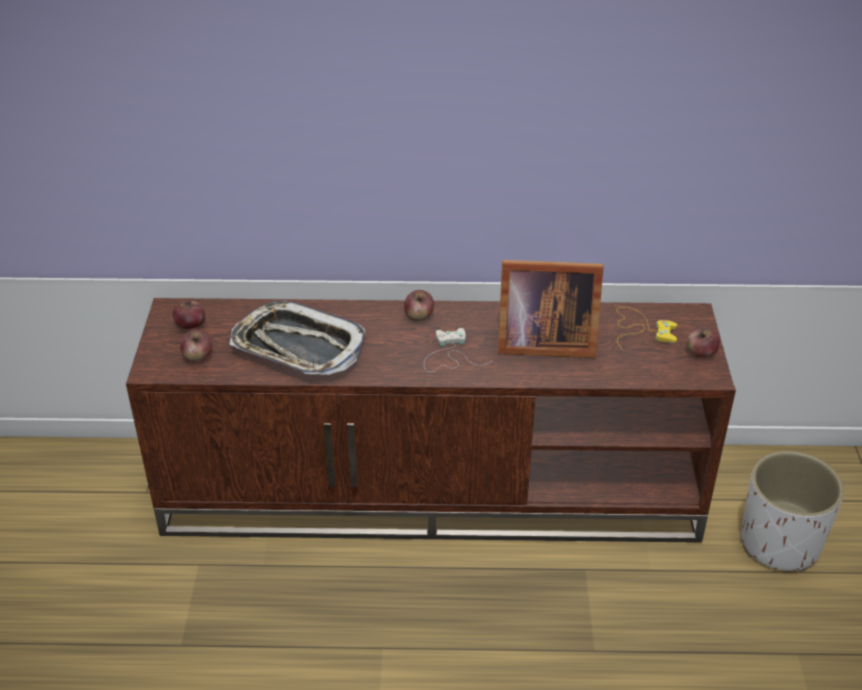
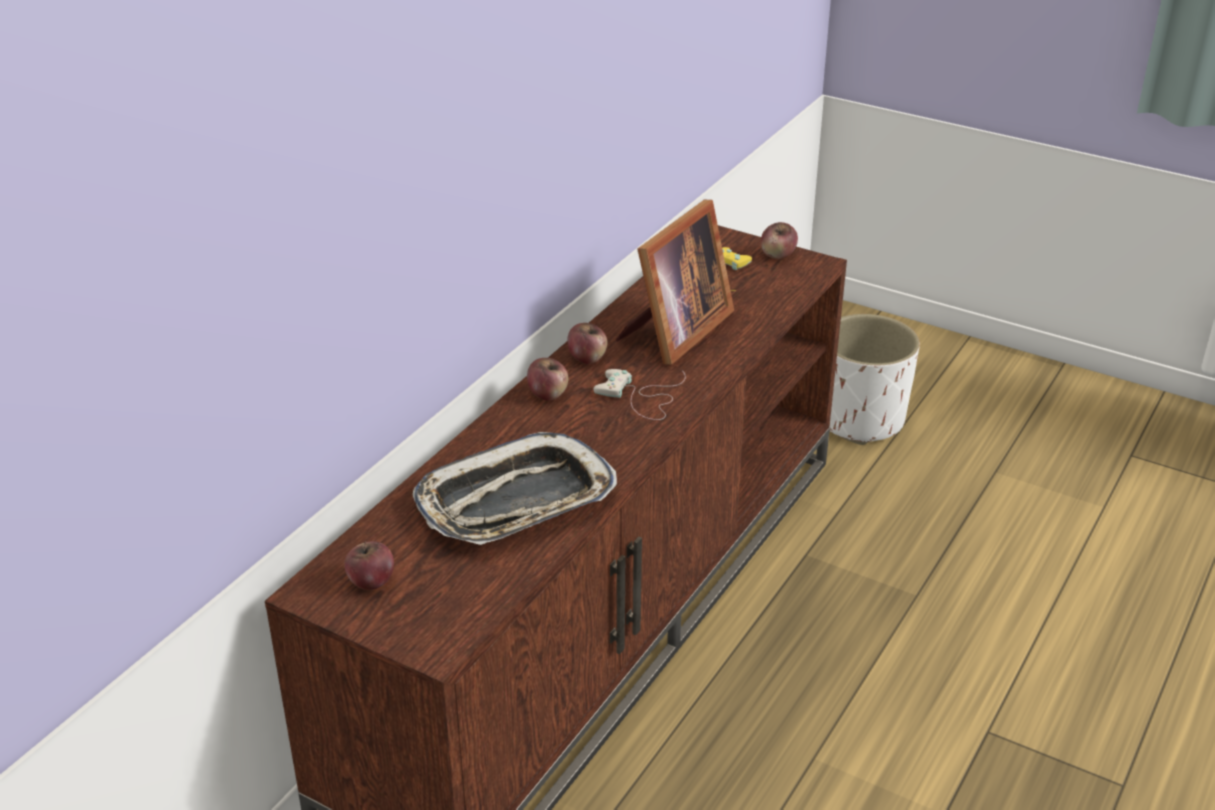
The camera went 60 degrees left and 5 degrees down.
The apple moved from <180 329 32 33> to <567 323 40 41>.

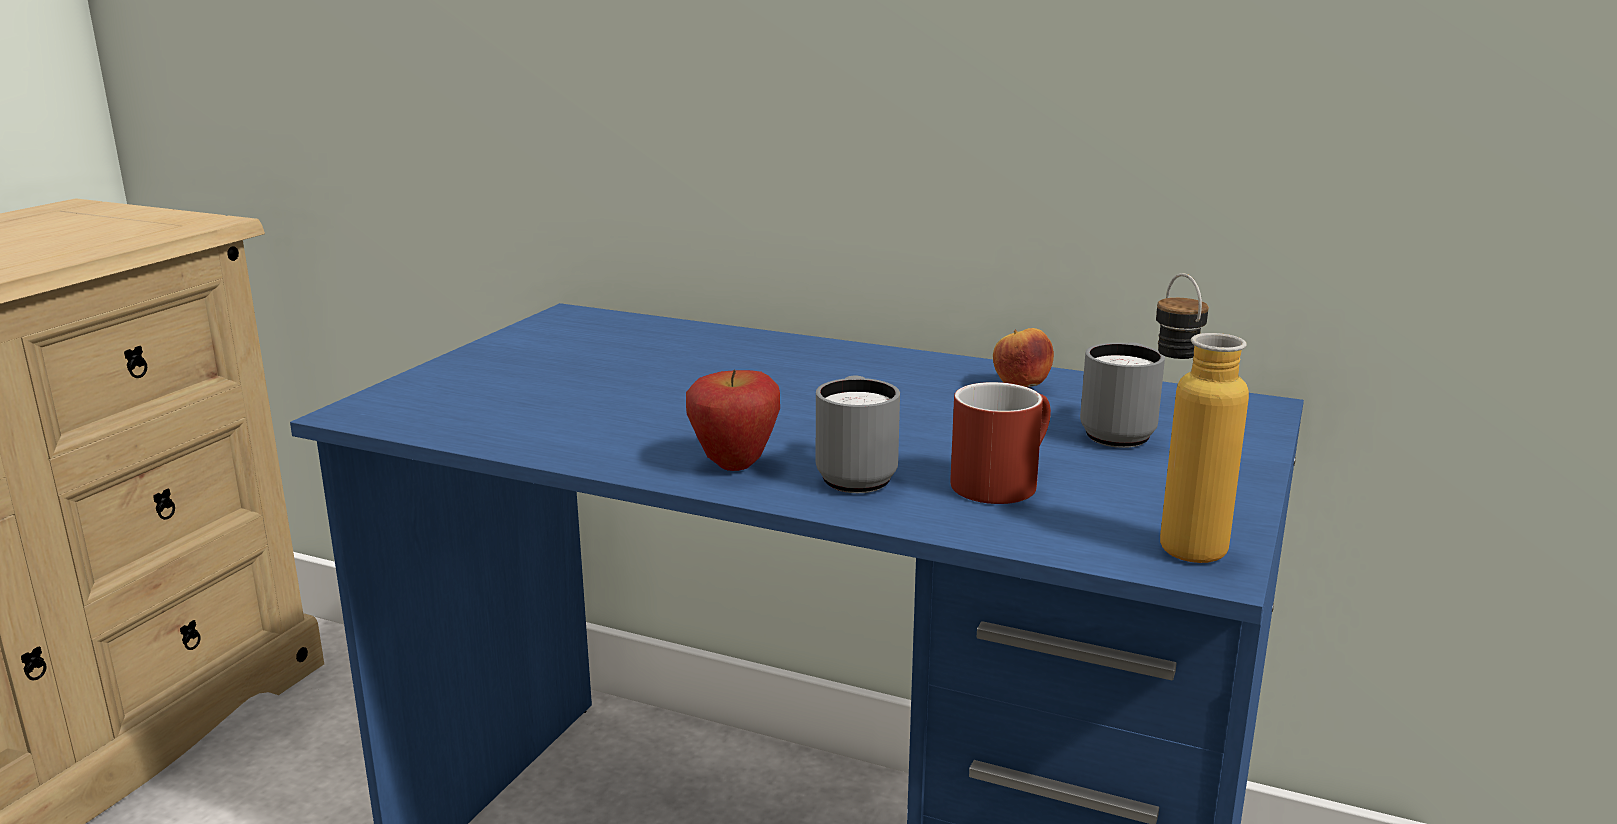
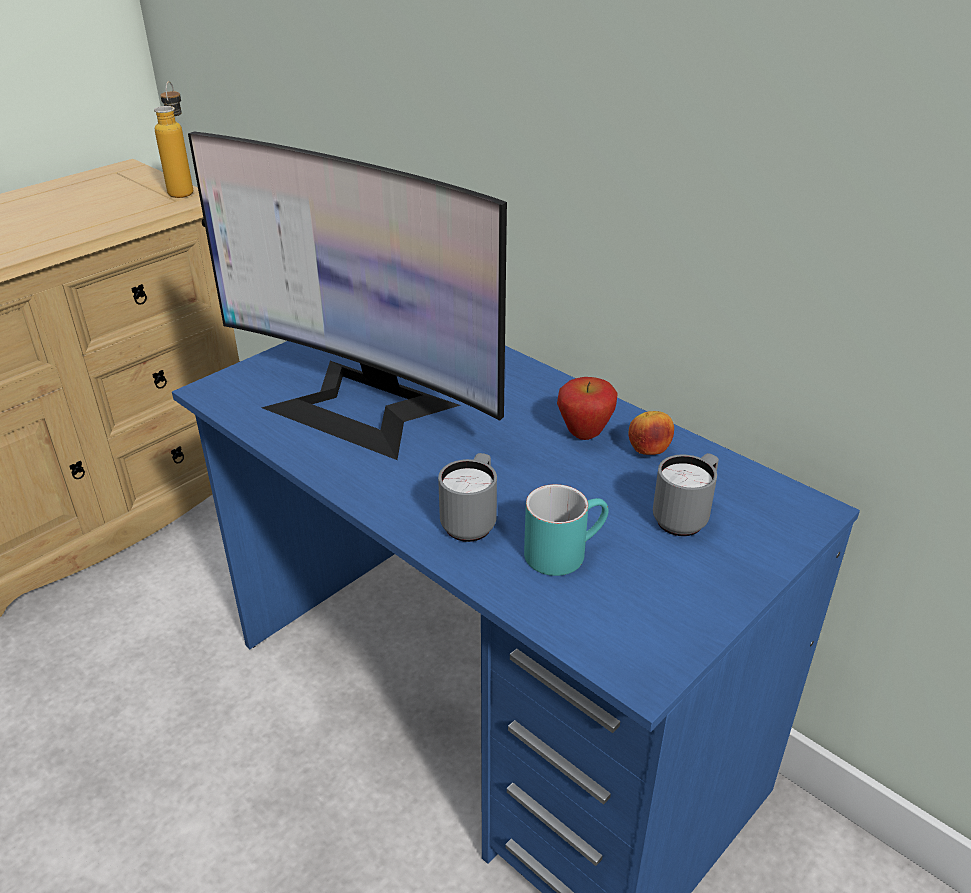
The camera went 20 degrees right and 15 degrees up.
The bottle moved from <1156 273 93 290> to <154 81 39 117>.
The monitor at <188 132 319 328> appeared.
The mug (red) at <950 382 101 122> became the mug (turquoise) at <524 484 85 92>.
The apple moved from <686 369 94 102> to <557 377 61 63>.

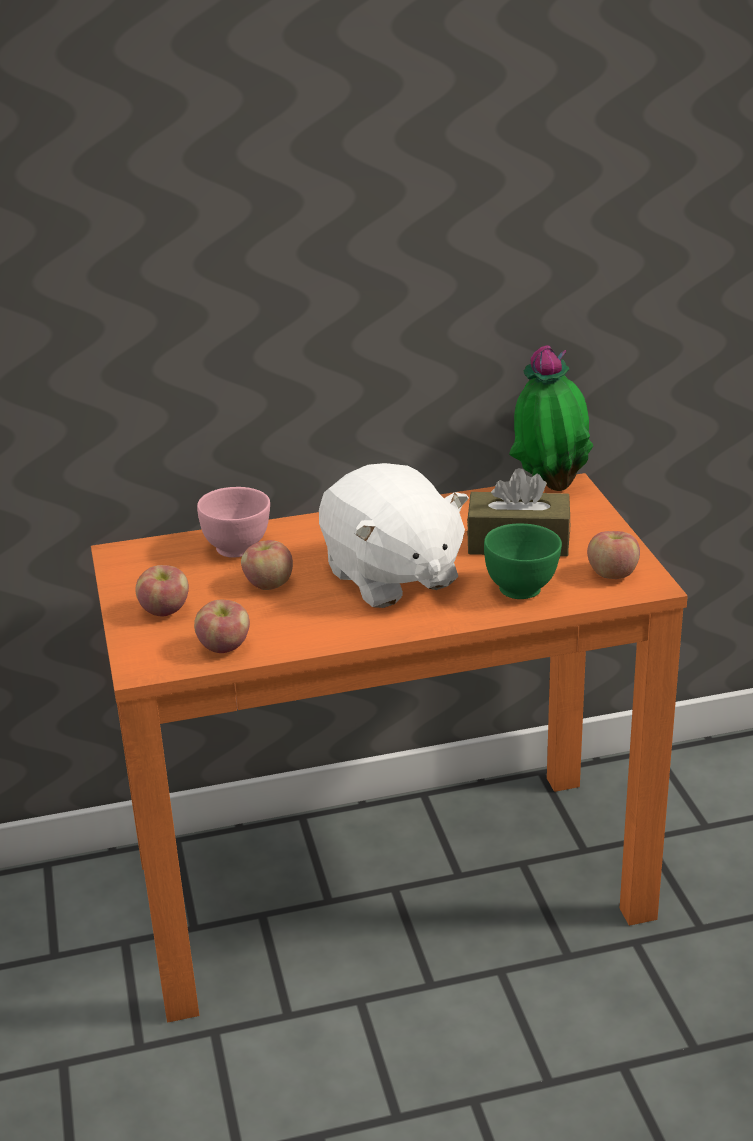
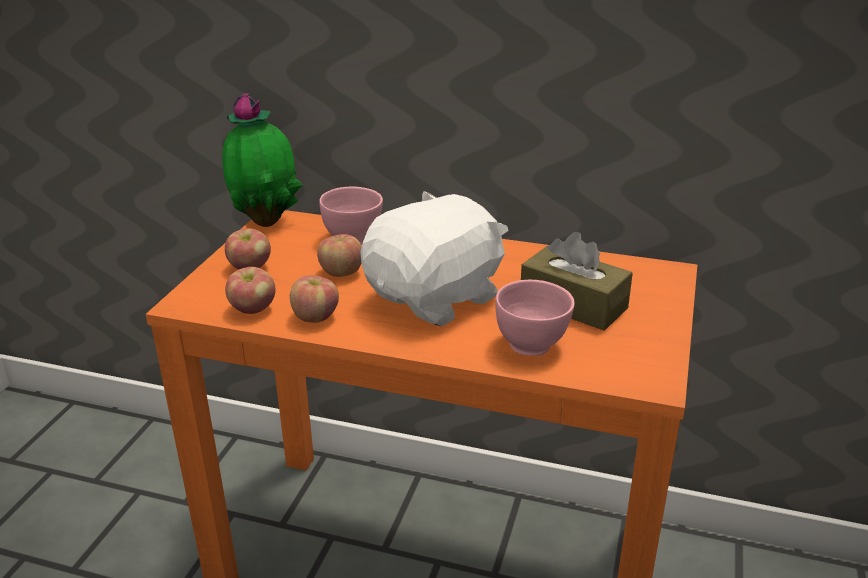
The camera went 30 degrees right and 0 degrees up.
The potted plant moved from <509 345 84 146> to <222 93 80 134>.
The apple moved from <587 531 53 48> to <290 275 49 48>.
The plush toy (white) at <319 463 150 145> turned 135 degrees counterclockwise.
The bowl (green) at <484 523 78 76> became the bowl (pink) at <495 280 80 76>.

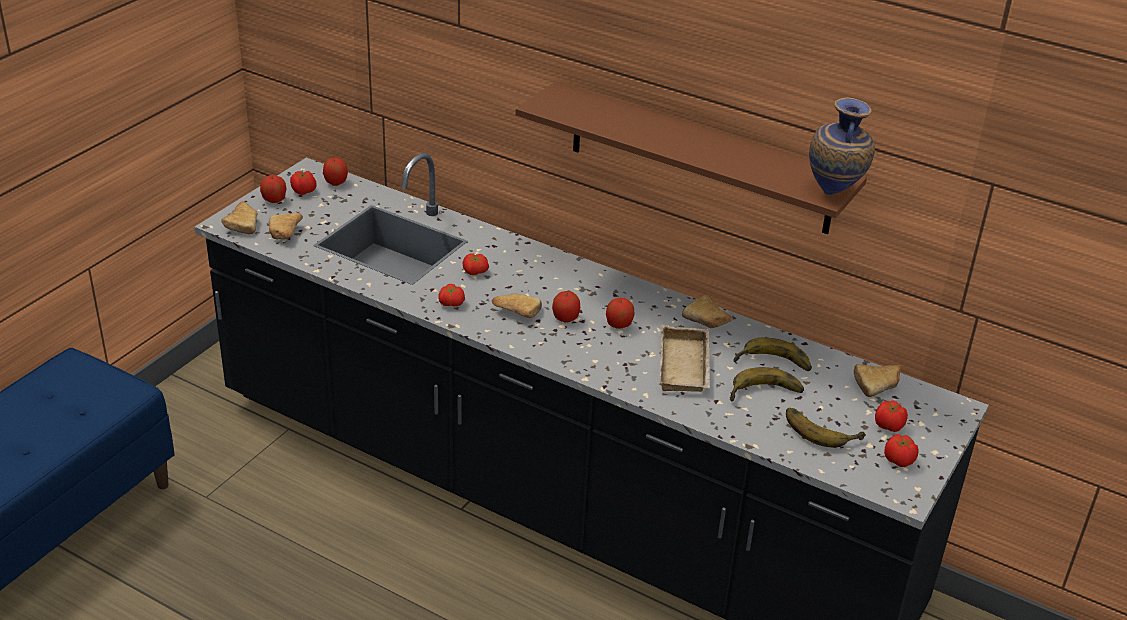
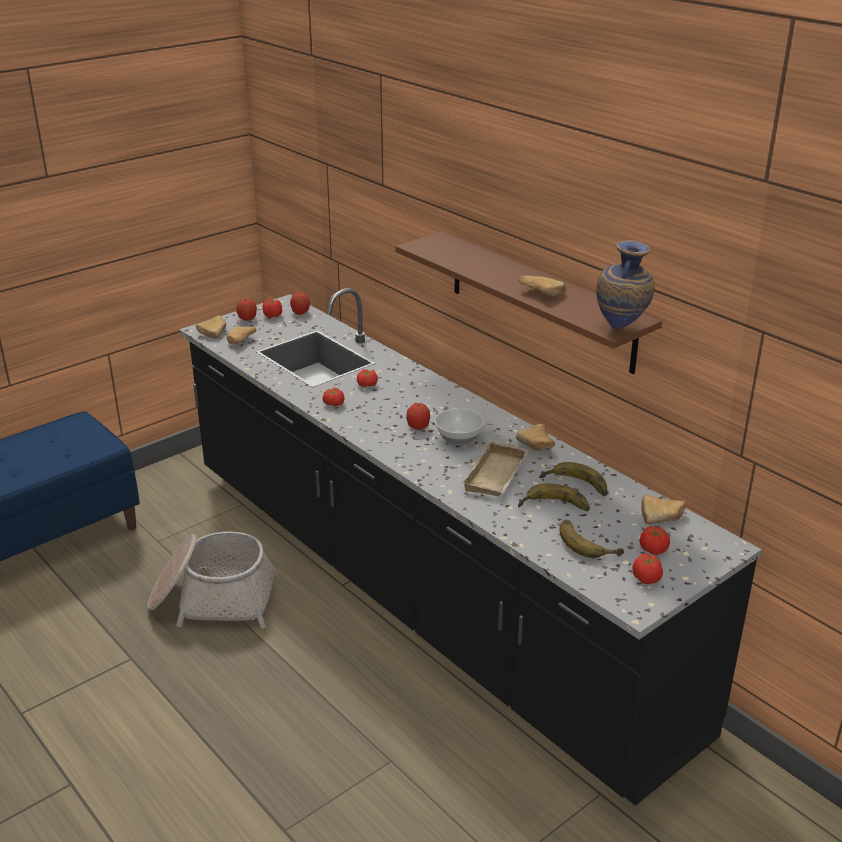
The camera went 20 degrees right and 5 degrees down.
The basket at <147 531 131 98> appeared.
The apple at <606 298 28 31> was replaced by the bowl at <435 408 49 37>.
The bread moved from <492 293 50 25> to <518 275 48 21>.

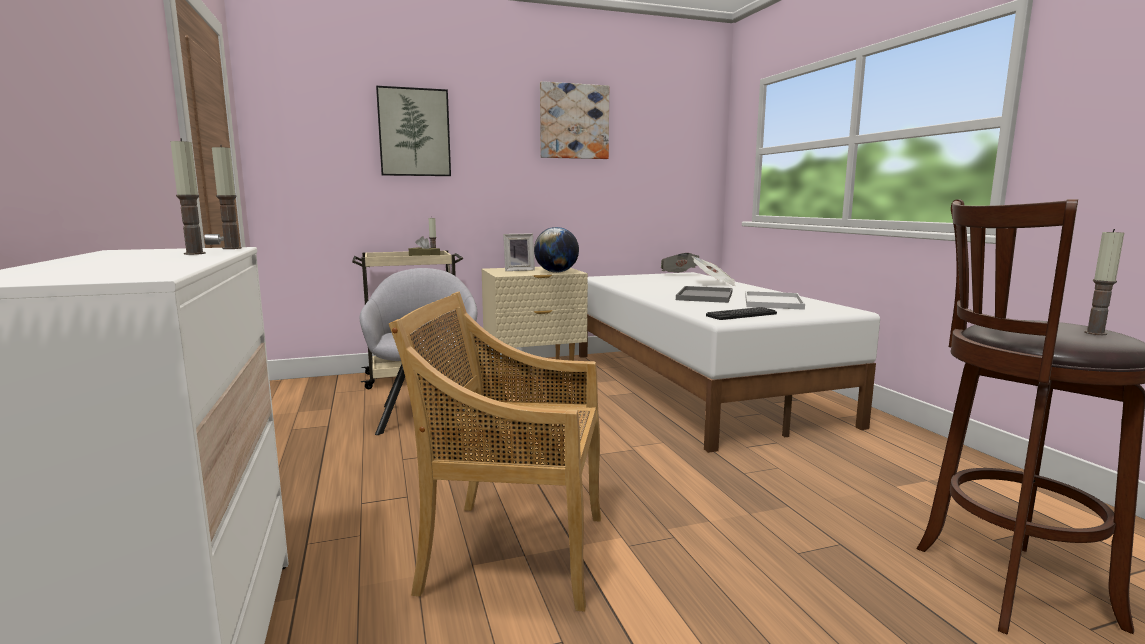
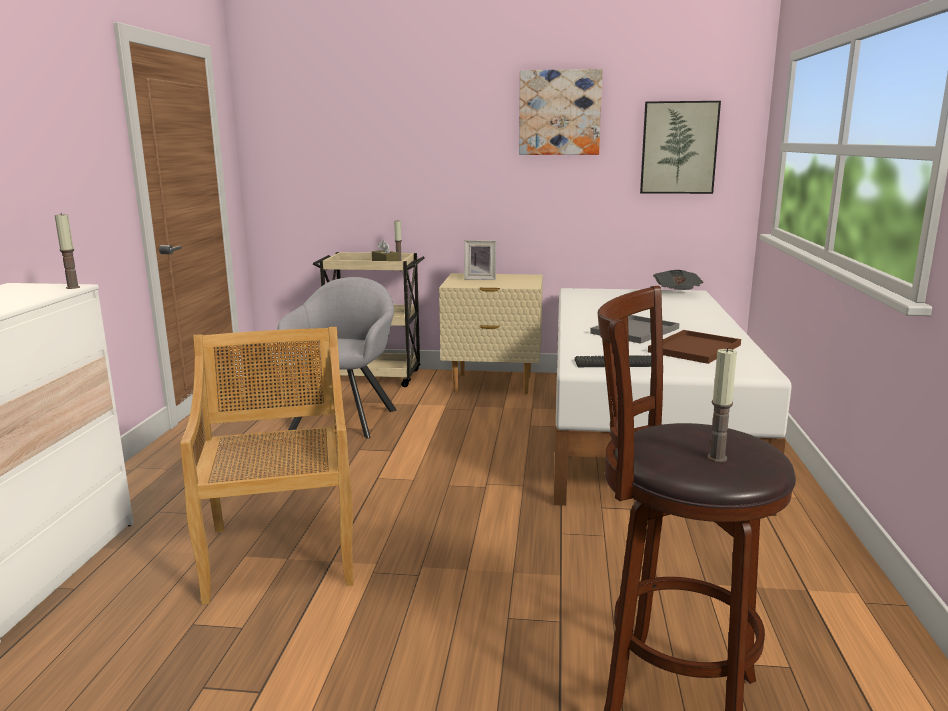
The camera went 25 degrees right and 5 degrees up.
The chair (beige) at <389 292 212 320> turned 45 degrees clockwise.
The picture moved from <376 86 75 90> to <640 101 81 93>.
The tray (white) at <745 291 60 19> became the tray (brown) at <648 330 93 34>.
The candle at <170 138 36 117> disappeared.
The globe at <534 227 45 46> disappeared.
The newspaper at <692 256 44 30> disappeared.

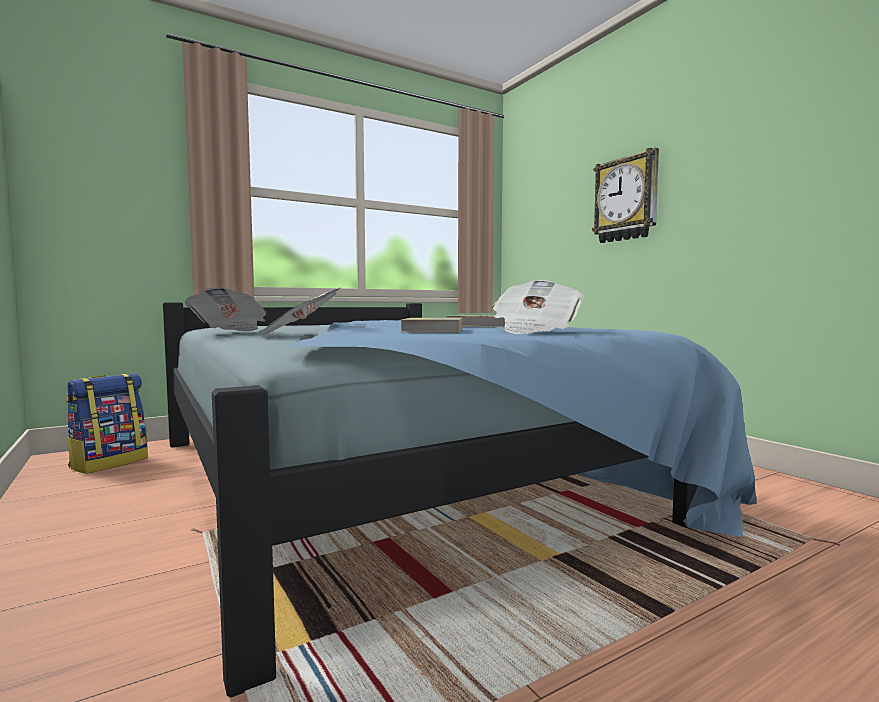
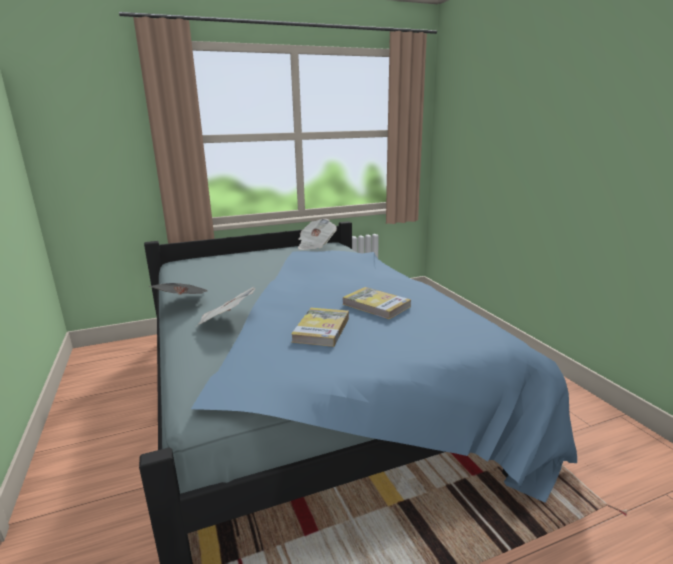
The camera went 10 degrees right and 15 degrees up.
The newspaper moved from <492 280 92 54> to <298 219 39 31>.
The backpack at <66 373 82 101> disappeared.
The wall clock at <592 148 67 95> disappeared.

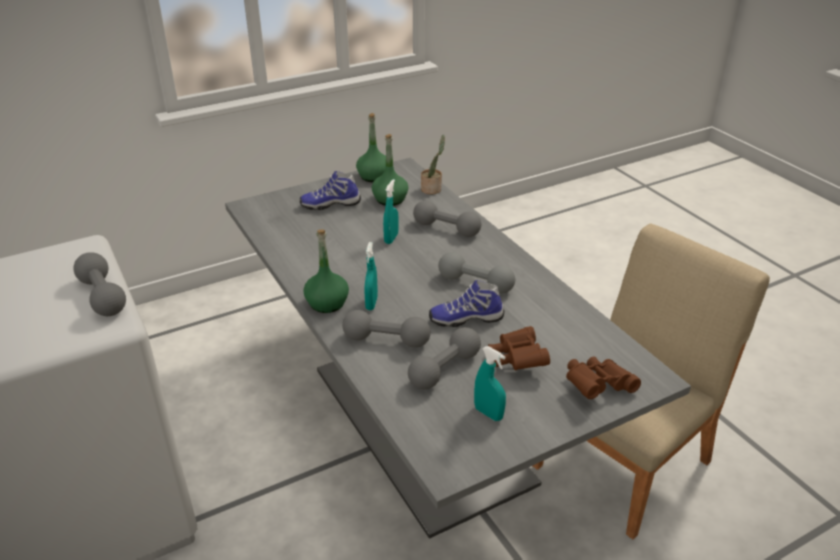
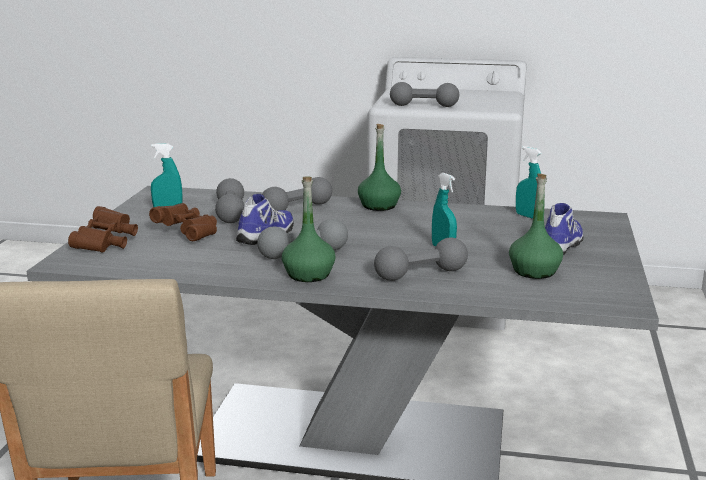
The camera went 130 degrees right and 15 degrees down.
The bottle (green) moved from <356 113 30 69> to <282 177 54 105>.
The spray bottle (turquoise) moved from <365 242 13 68> to <516 146 26 73>.
The potted plant at <421 135 24 60> disappeared.

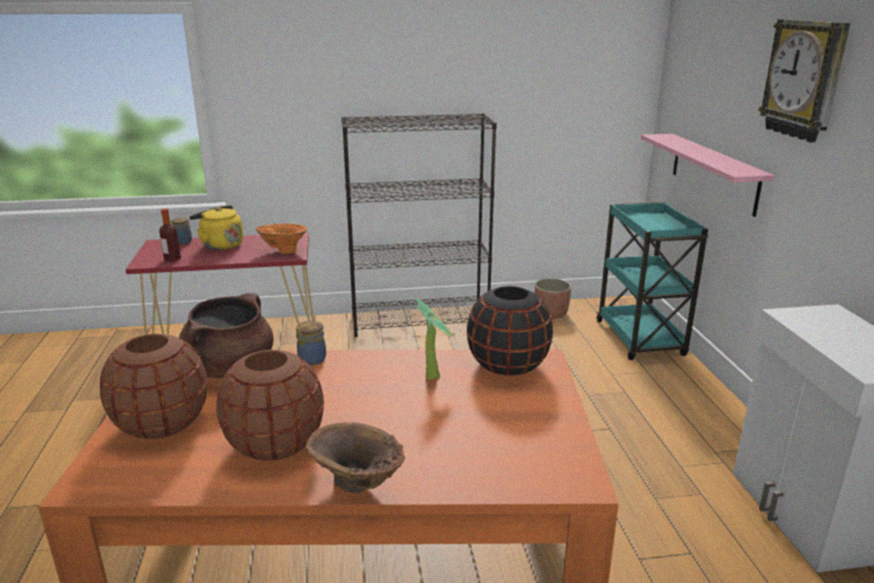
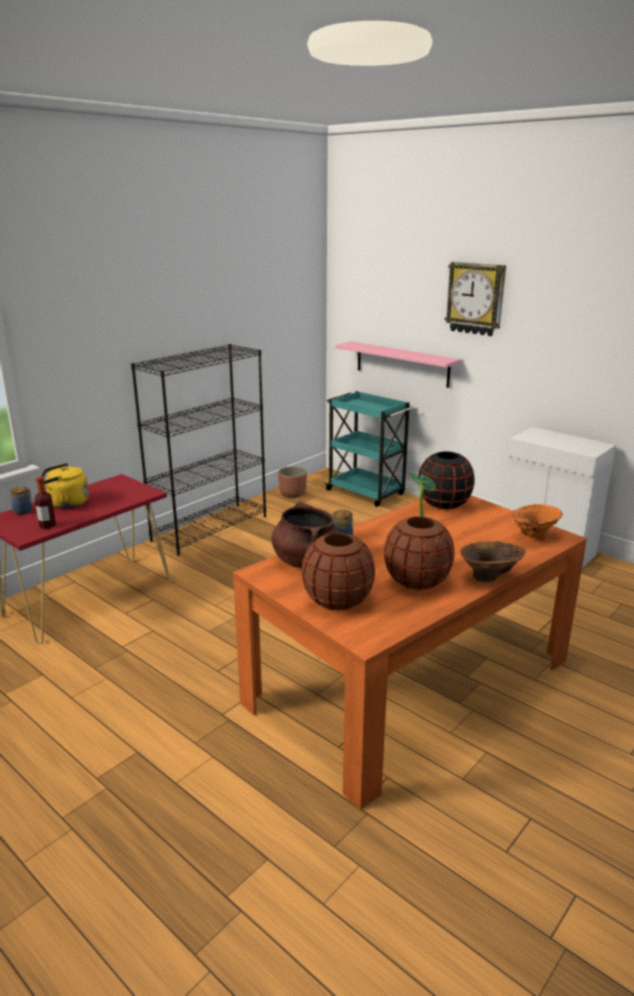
The camera went 40 degrees left and 0 degrees up.
The vase (orange) moved from <256 223 51 31> to <513 504 50 37>.

